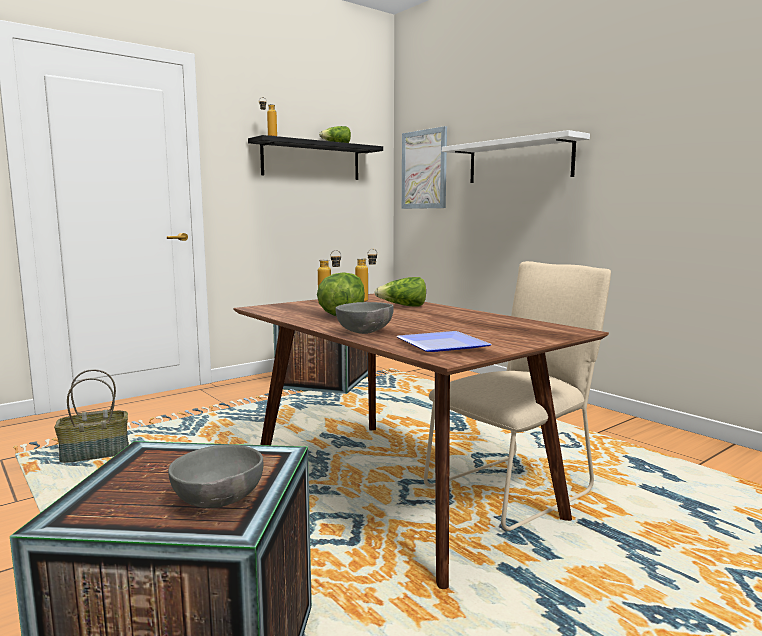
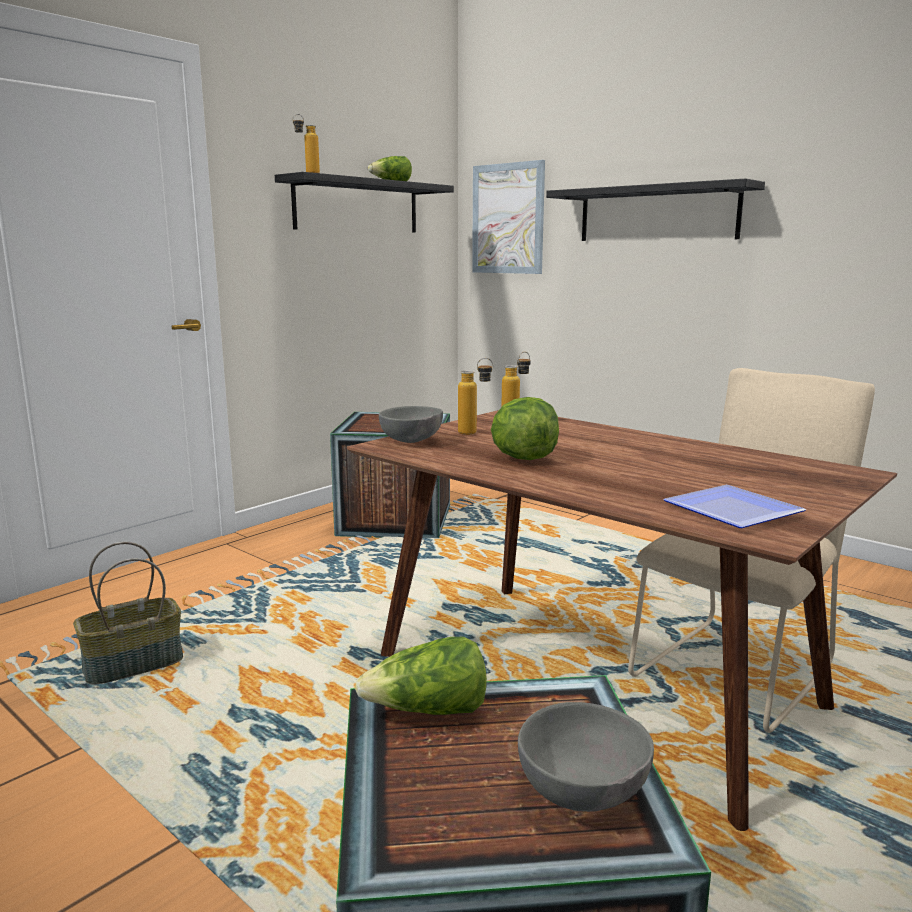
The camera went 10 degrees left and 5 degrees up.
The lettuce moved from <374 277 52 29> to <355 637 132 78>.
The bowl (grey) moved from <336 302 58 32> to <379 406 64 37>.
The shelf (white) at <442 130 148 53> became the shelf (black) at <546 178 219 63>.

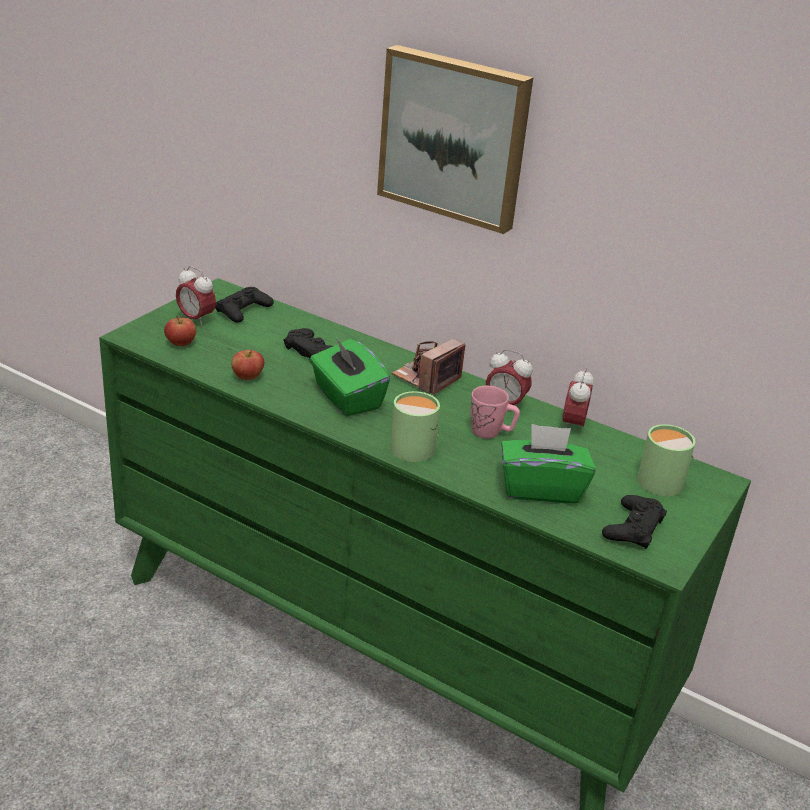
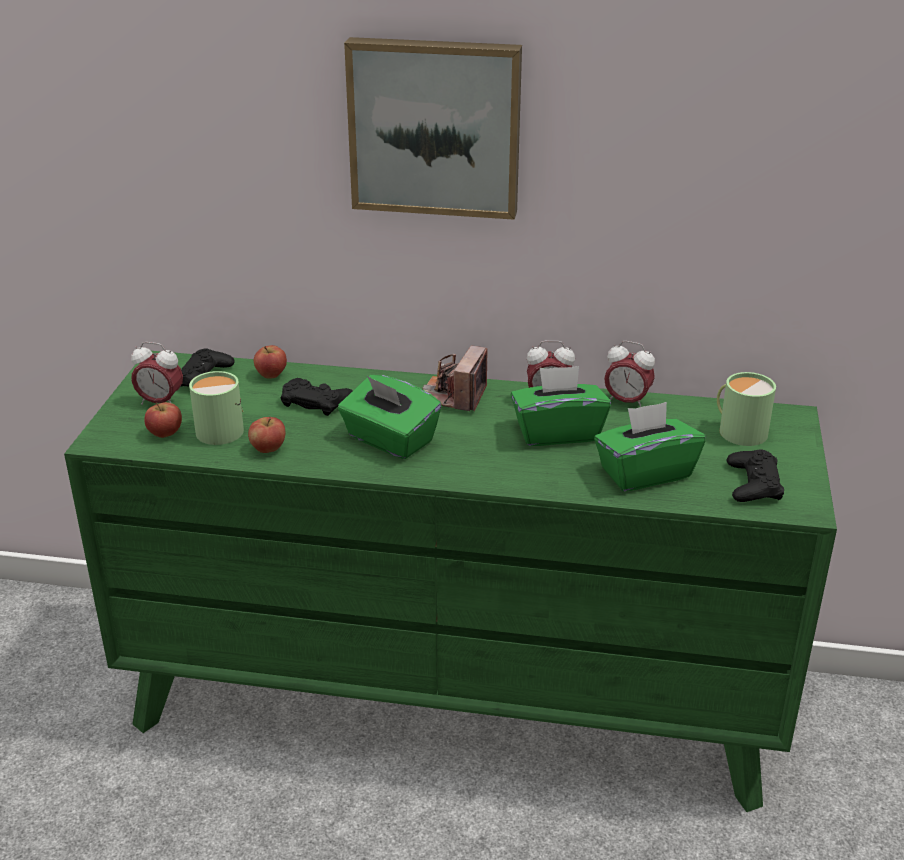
The camera went 20 degrees left and 0 degrees up.
The mug (green) moved from <390 391 50 71> to <189 371 55 74>.
The apple at <254 345 33 34> appeared.
The mug (pink) at <471 386 49 53> was replaced by the tissue box (green) at <511 366 100 80>.
The alarm clock at <562 368 32 60> turned 60 degrees counterclockwise.

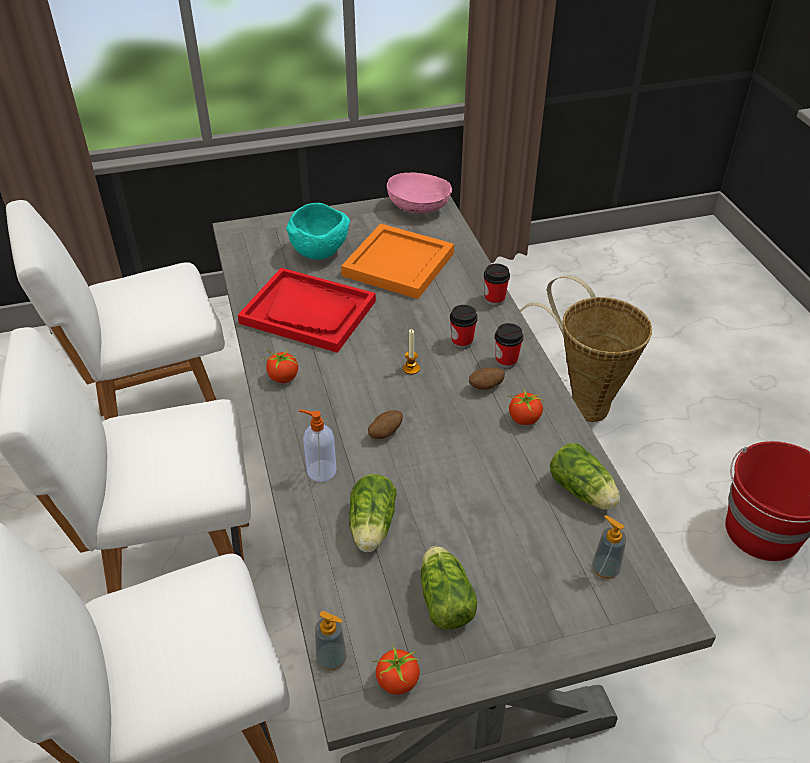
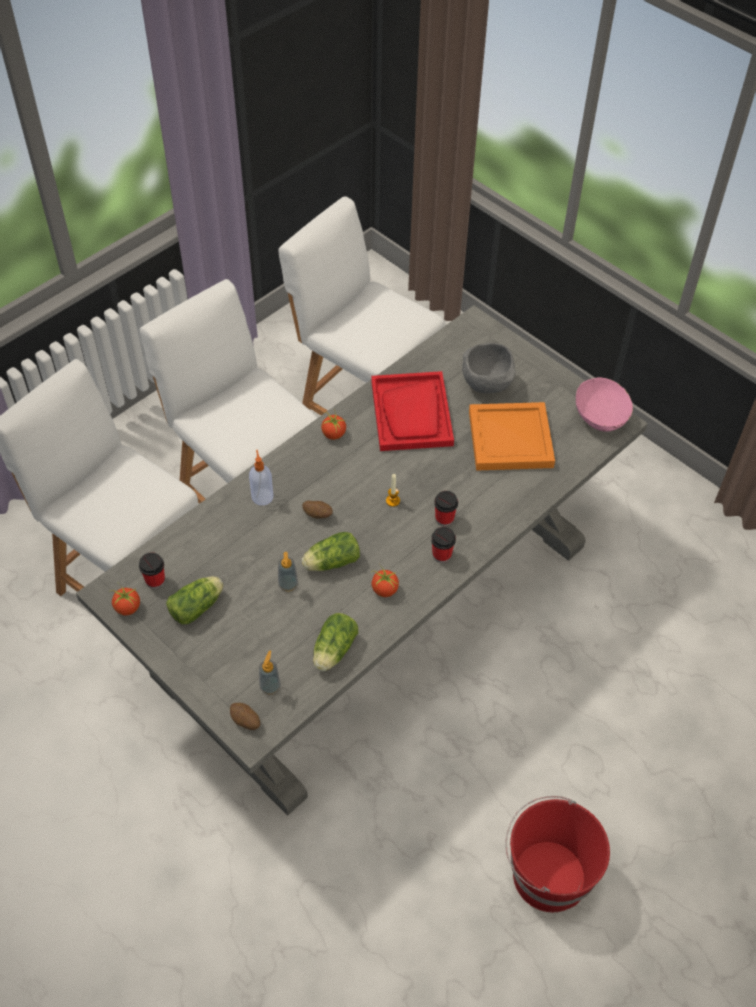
The camera went 60 degrees right and 10 degrees up.
The cup moved from <484 264 26 42> to <139 552 26 37>.
The potato moved from <469 368 36 22> to <230 703 30 27>.
The soap dispenser moved from <315 611 32 60> to <278 552 20 39>.
The lettuce moved from <349 474 48 78> to <301 532 59 39>.
The bowl (turquoise) at <286 203 64 57> became the bowl (grey) at <462 343 54 50>.
The basket at <520 276 132 146> disappeared.

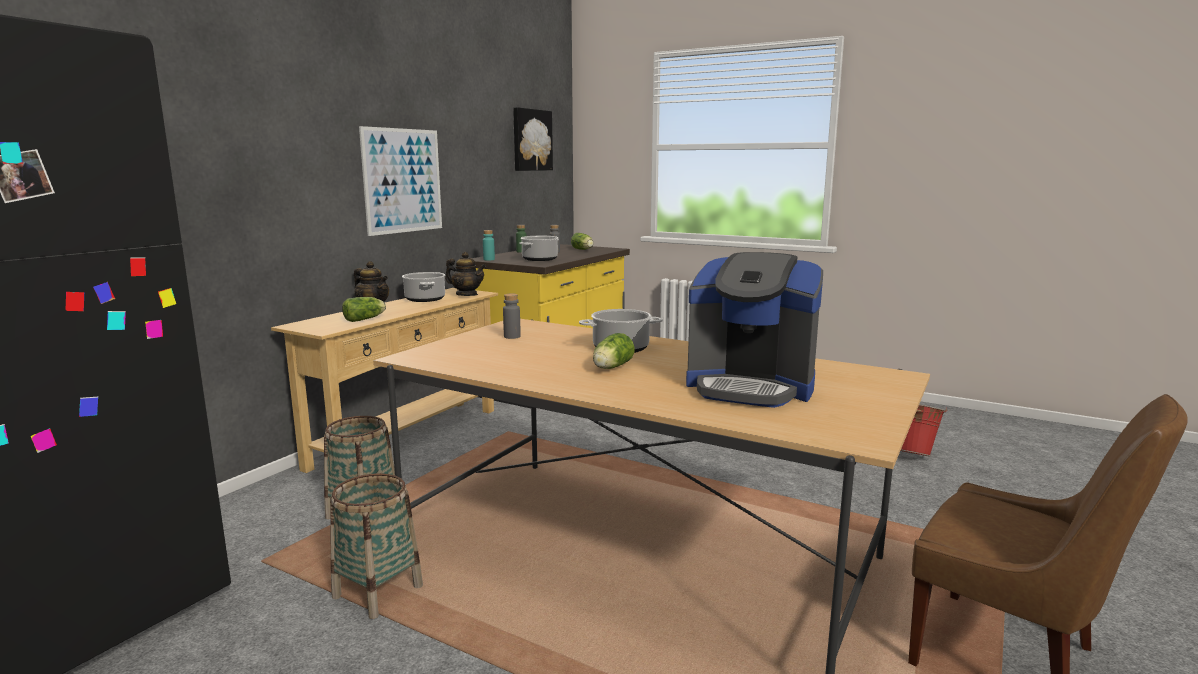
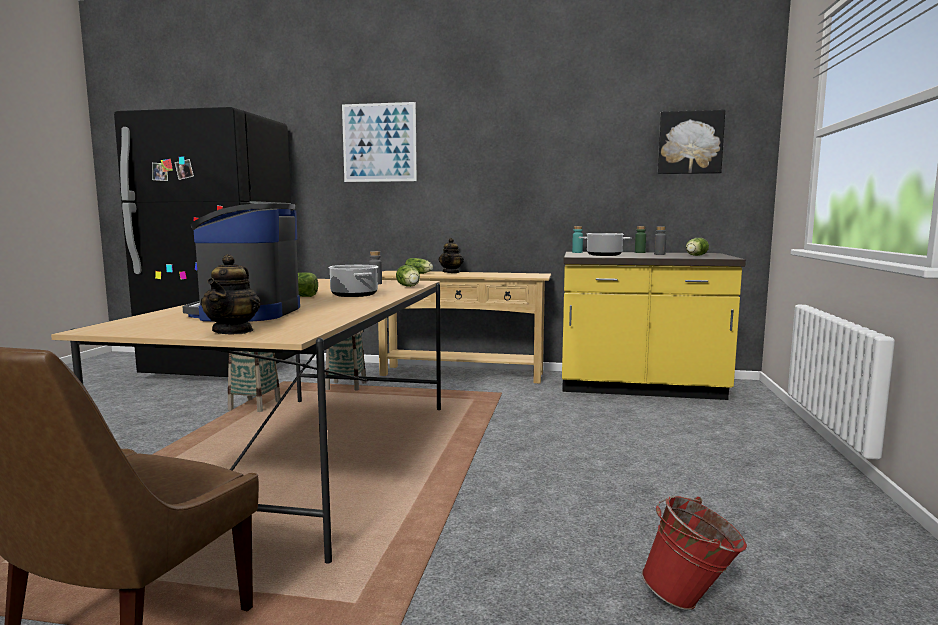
The camera went 70 degrees right and 5 degrees down.
The teapot moved from <445 252 41 44> to <201 254 60 80>.
The picture moved from <359 126 83 110> to <342 102 75 80>.
The lettuce at <396 265 24 22> appeared.
The cooking pot at <402 272 43 30> disappeared.

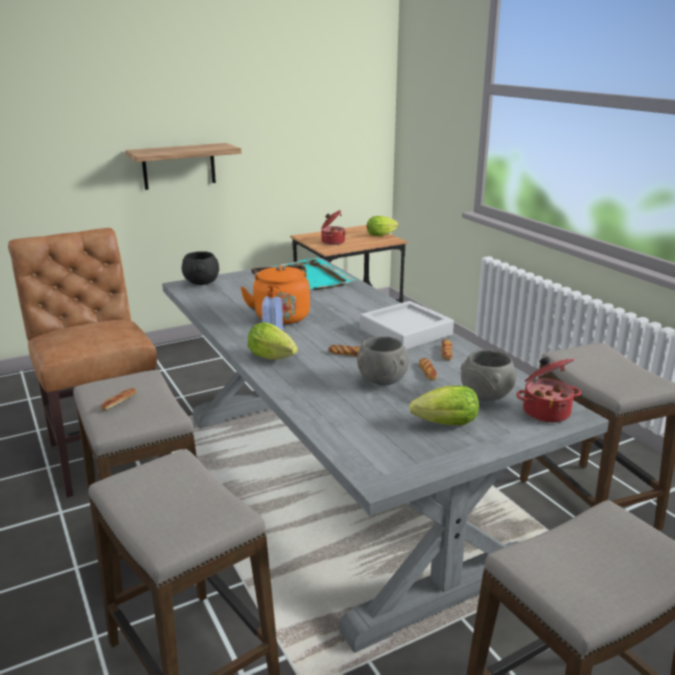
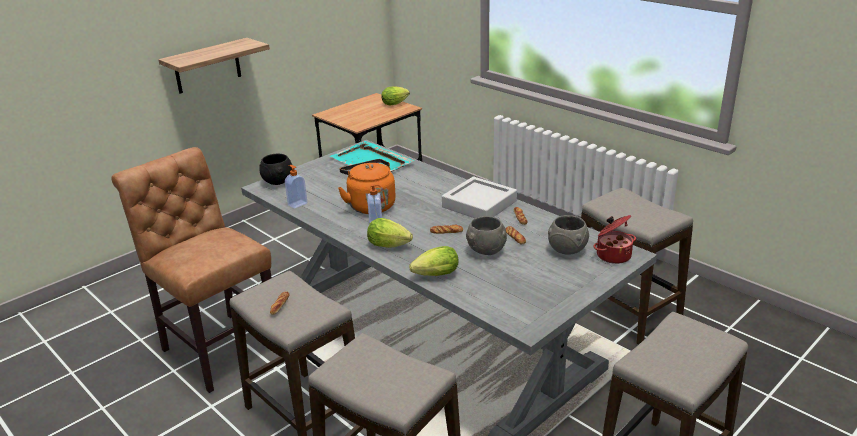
The camera went 15 degrees left and 5 degrees up.
The soap dispenser at <285 165 22 44> appeared.
The lettuce moved from <409 386 70 39> to <409 246 50 30>.
The cooking pot at <321 210 25 35> disappeared.

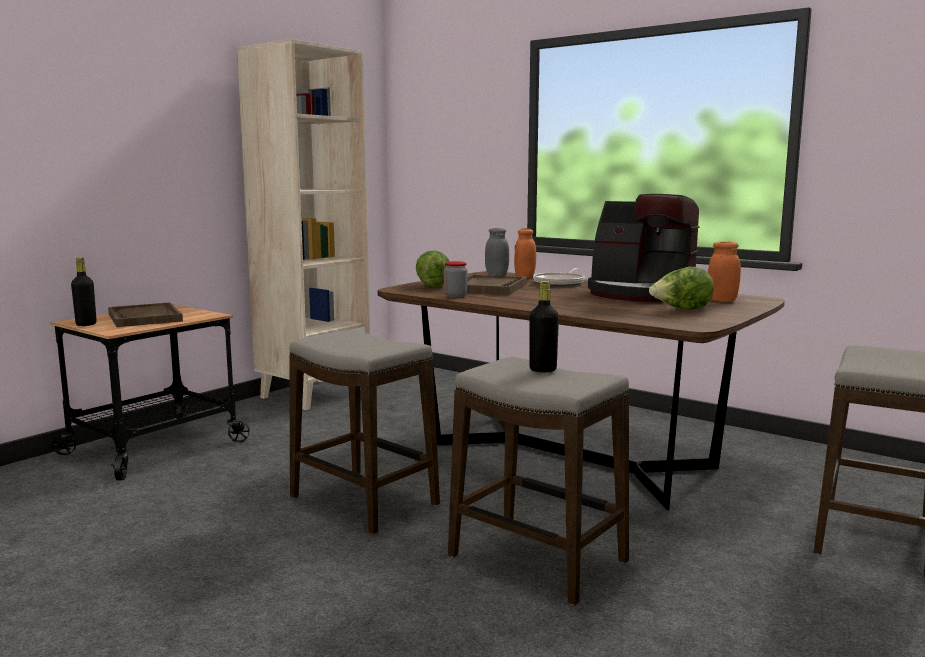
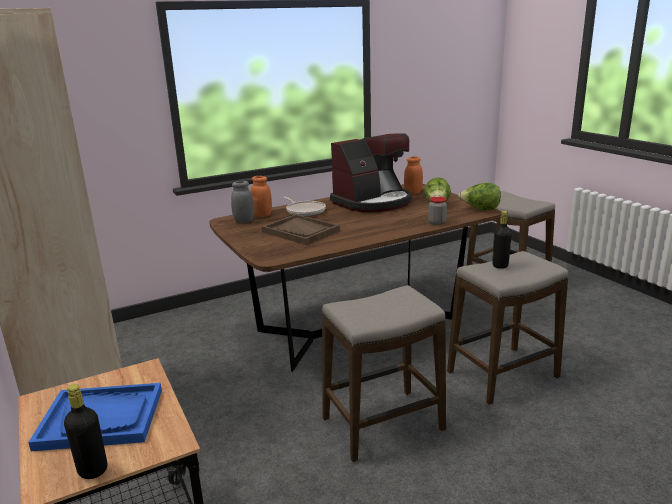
The camera went 65 degrees left and 10 degrees up.
The tray (brown) at <108 302 75 25> became the tray (blue) at <28 383 134 68>.
The jar moved from <444 261 23 36> to <428 197 19 28>.
The lettuce moved from <416 250 34 37> to <458 183 43 27>.

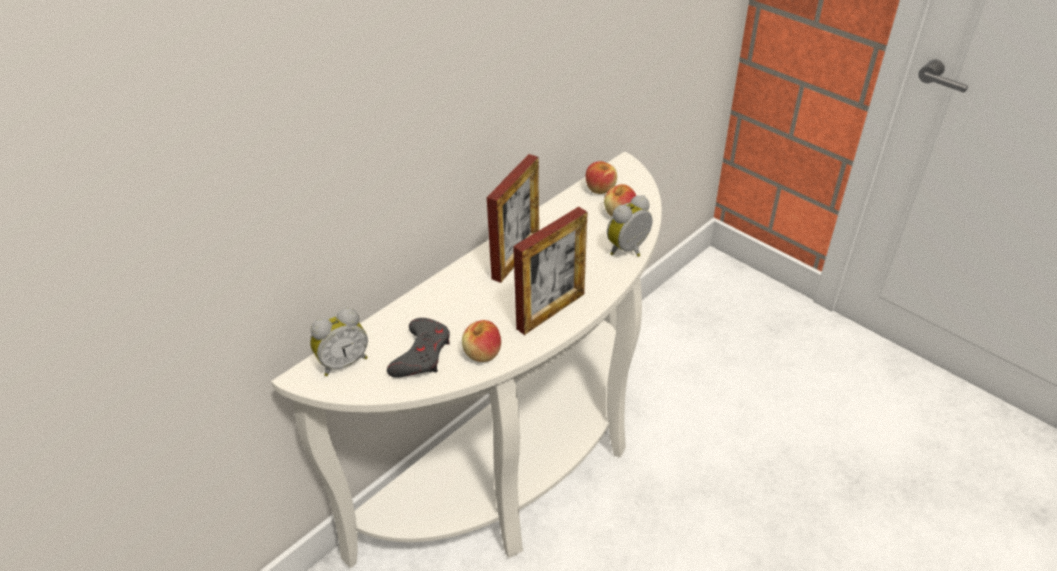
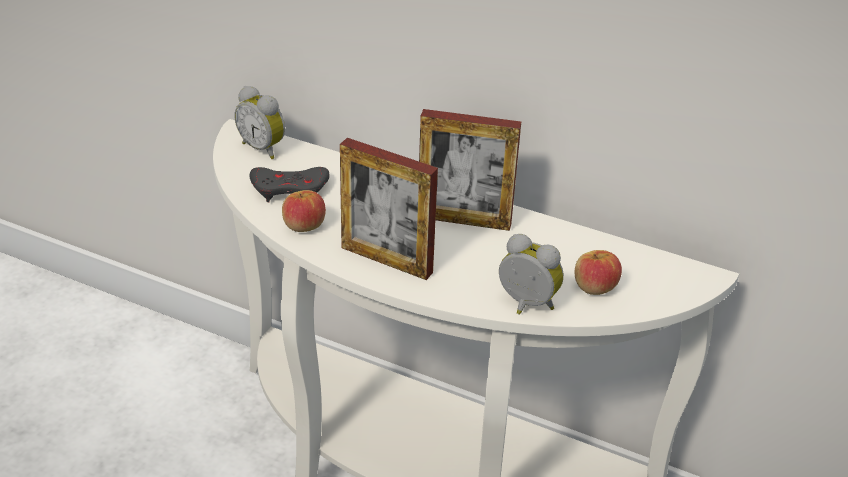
The camera went 70 degrees right and 5 degrees down.
The apple at <586 161 31 33> disappeared.

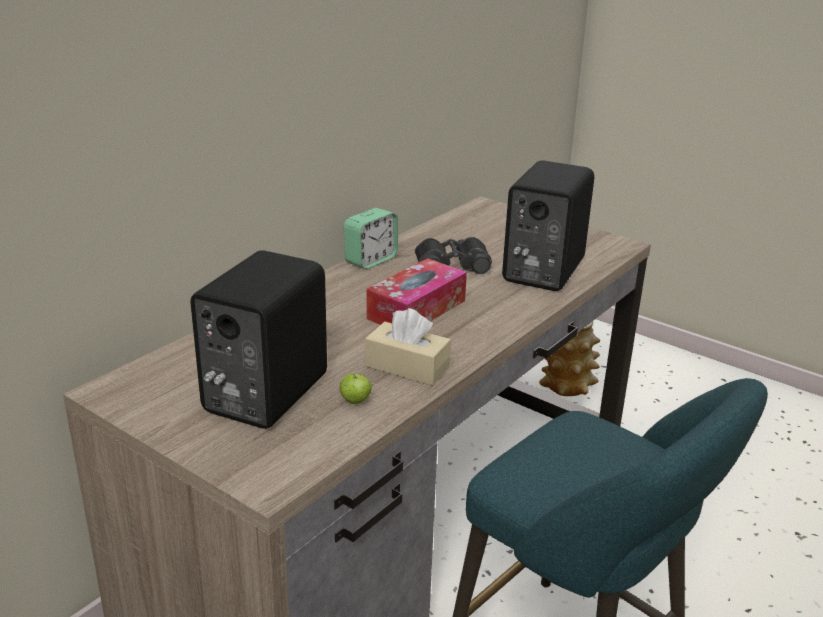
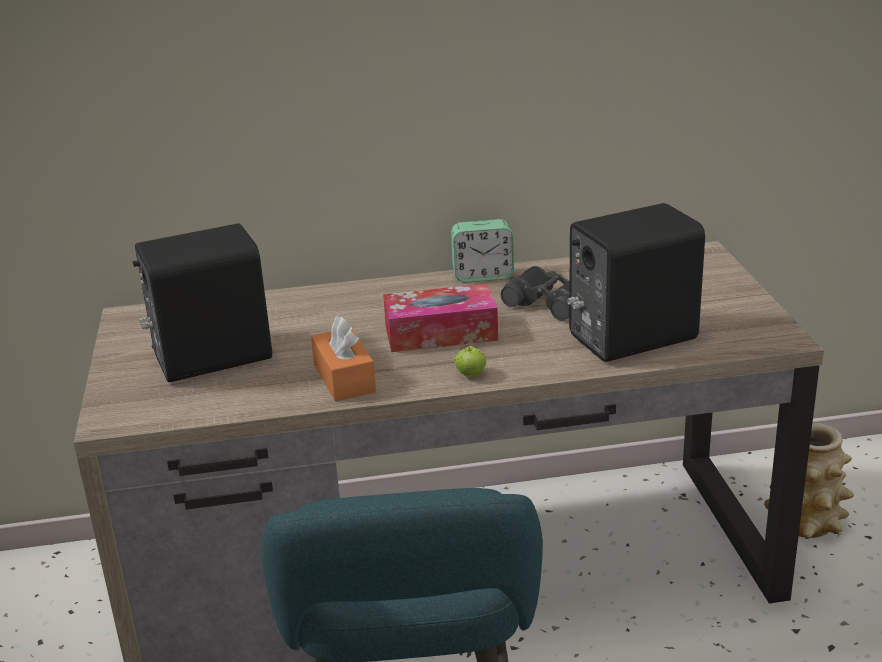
The camera went 45 degrees right and 0 degrees up.
The tissue box (beige) at <365 308 86 78> became the tissue box (orange) at <311 316 65 85>.
The apple moved from <340 373 32 31> to <455 345 31 32>.

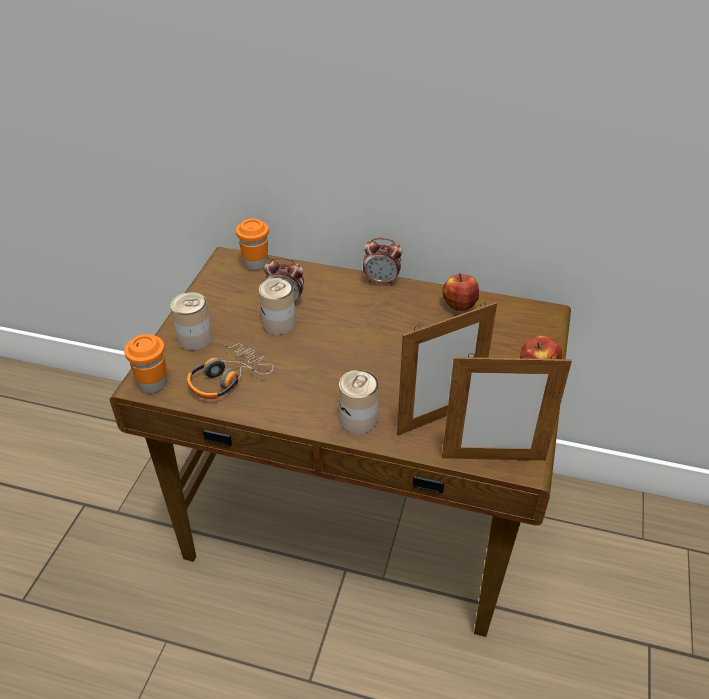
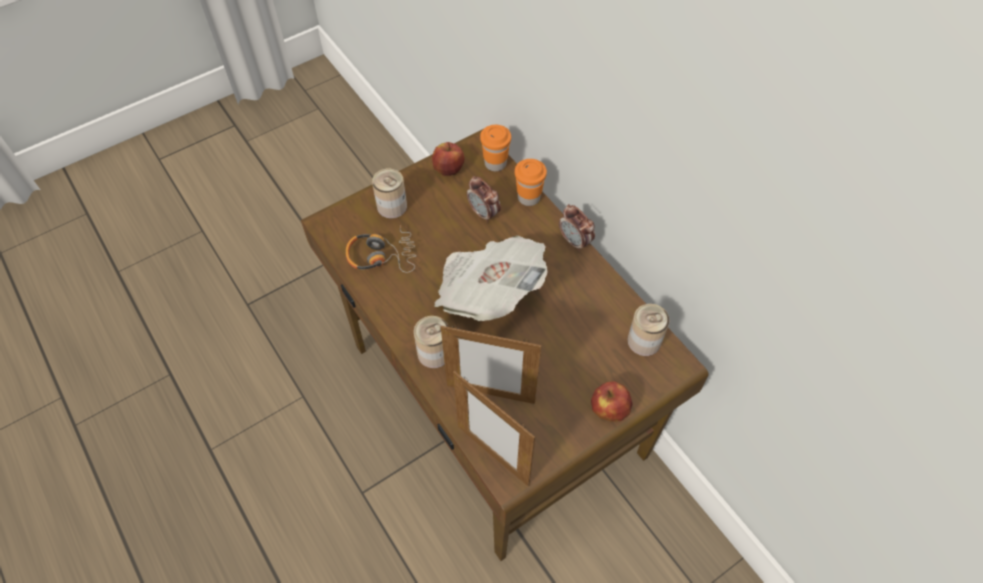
The camera went 40 degrees right and 15 degrees up.
The apple moved from <442 273 37 38> to <432 142 33 34>.
The newspaper at <434 236 114 85> appeared.
The cup (orange) moved from <124 334 43 60> to <515 159 32 47>.
The can moved from <259 278 37 57> to <627 304 42 52>.

